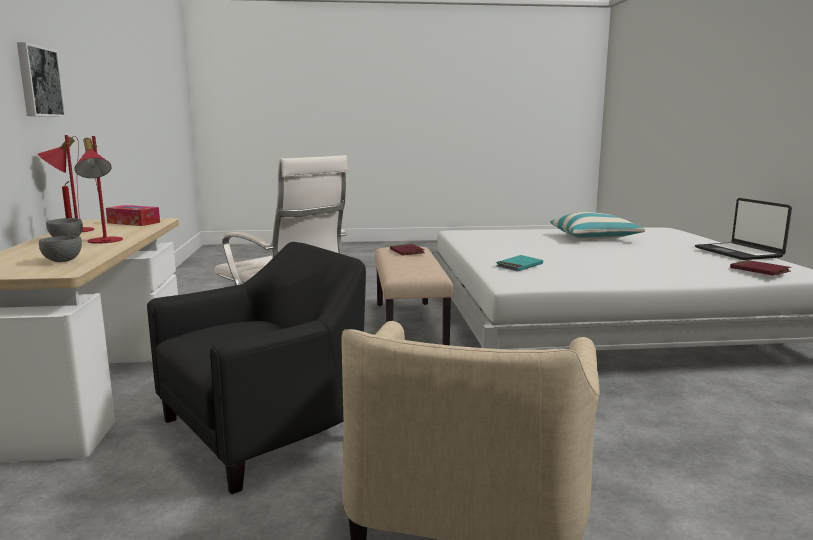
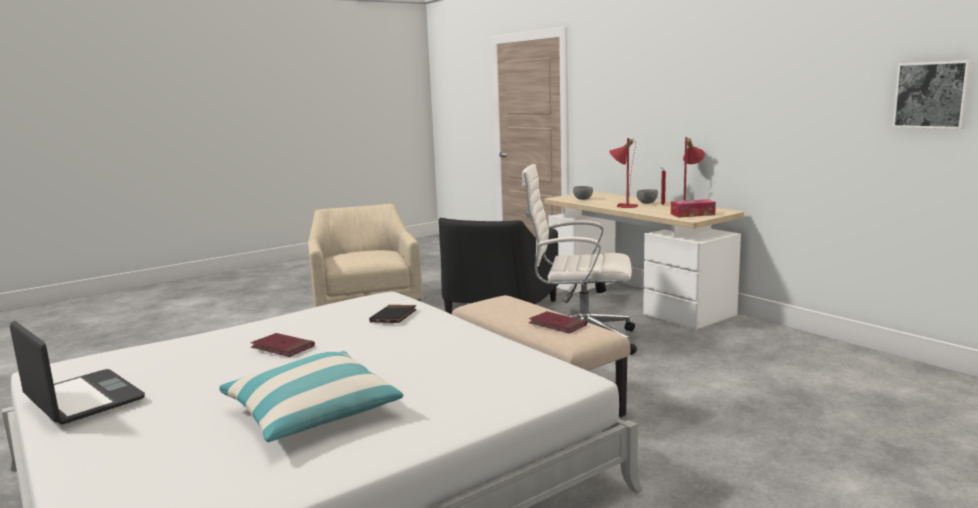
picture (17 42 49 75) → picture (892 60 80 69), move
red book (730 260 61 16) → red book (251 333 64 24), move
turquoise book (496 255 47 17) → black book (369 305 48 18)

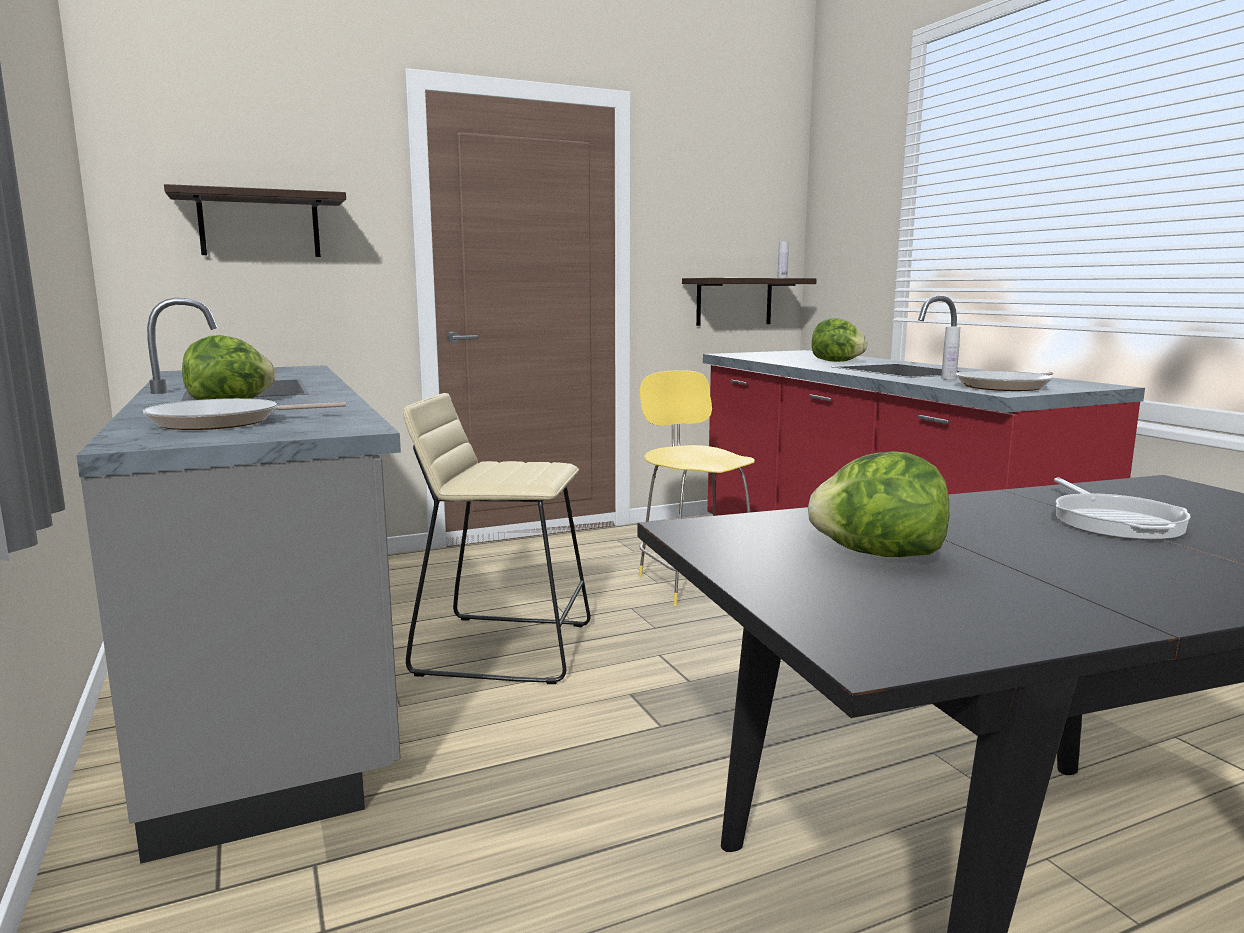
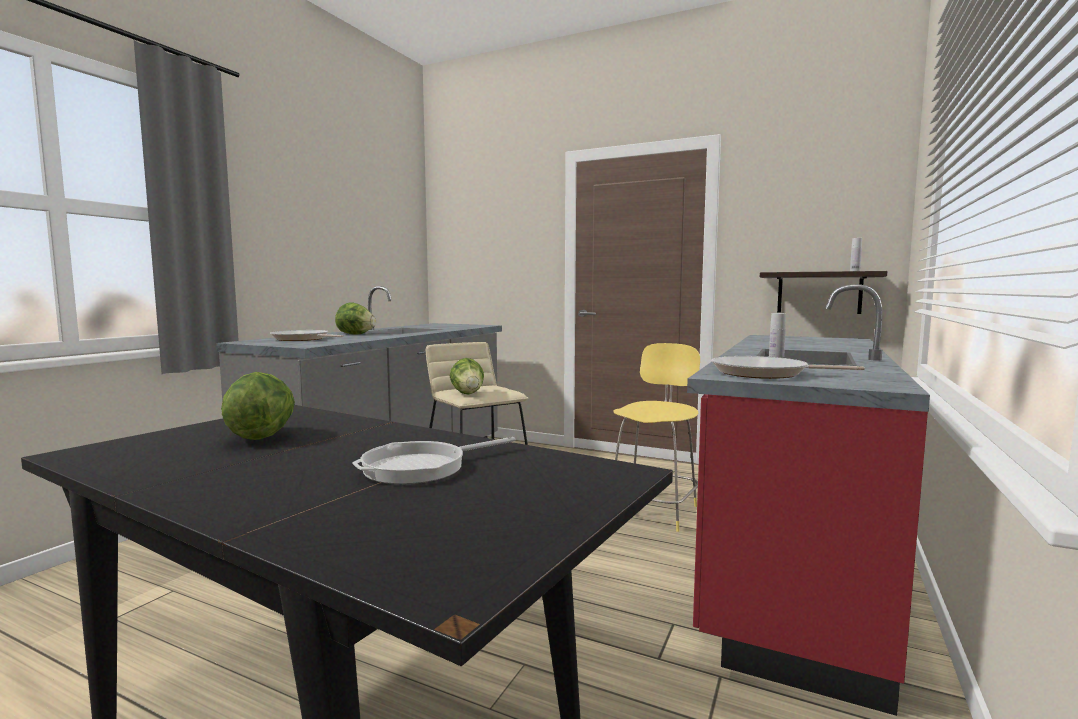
shelf (164 184 182 73) → -
lettuce (812 318 56 44) → lettuce (450 358 34 37), move

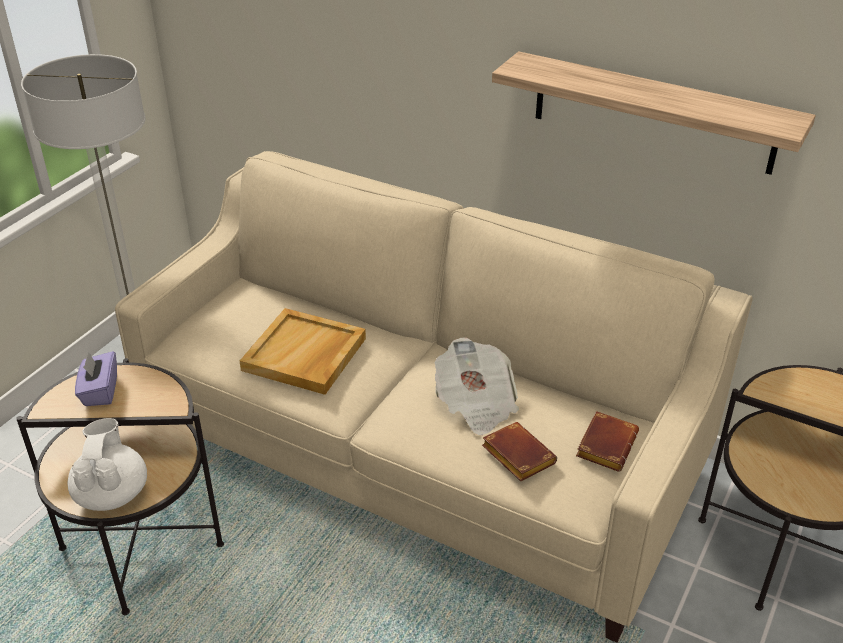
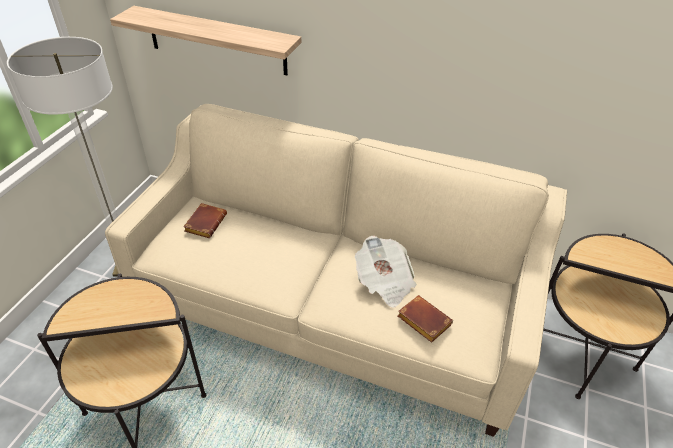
white teapot (68 418 79 93) → -
purple tissue box (75 351 42 55) → -
beige tray (240 308 126 87) → -
shelf (492 51 324 124) → shelf (110 6 191 69), move
brown book (576 411 63 61) → brown book (183 203 44 35), move

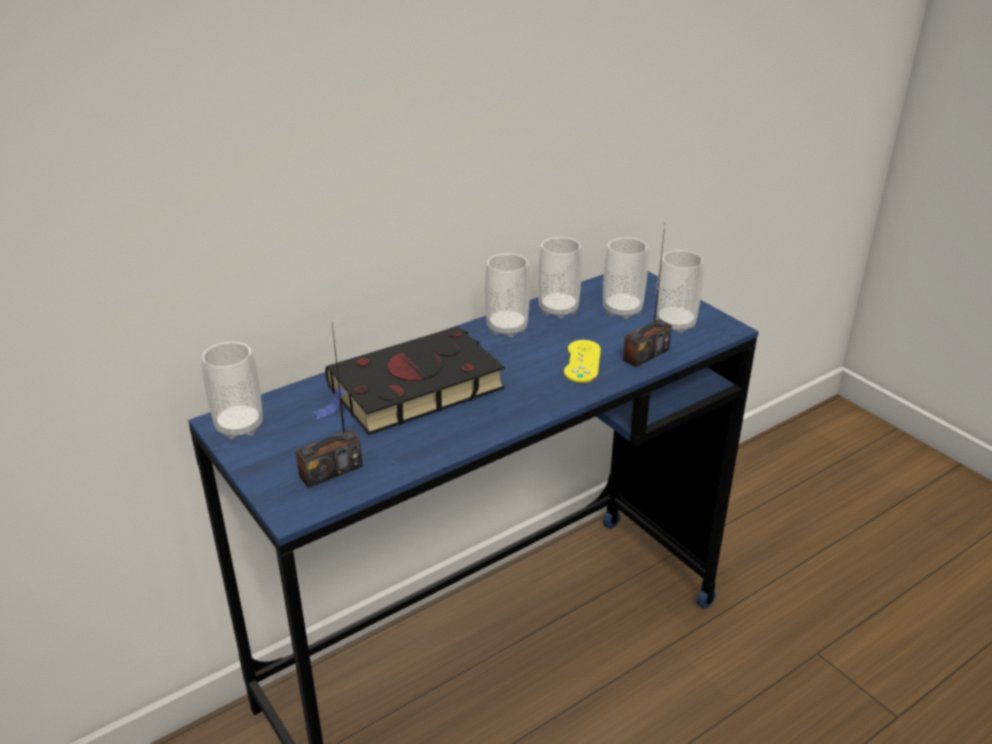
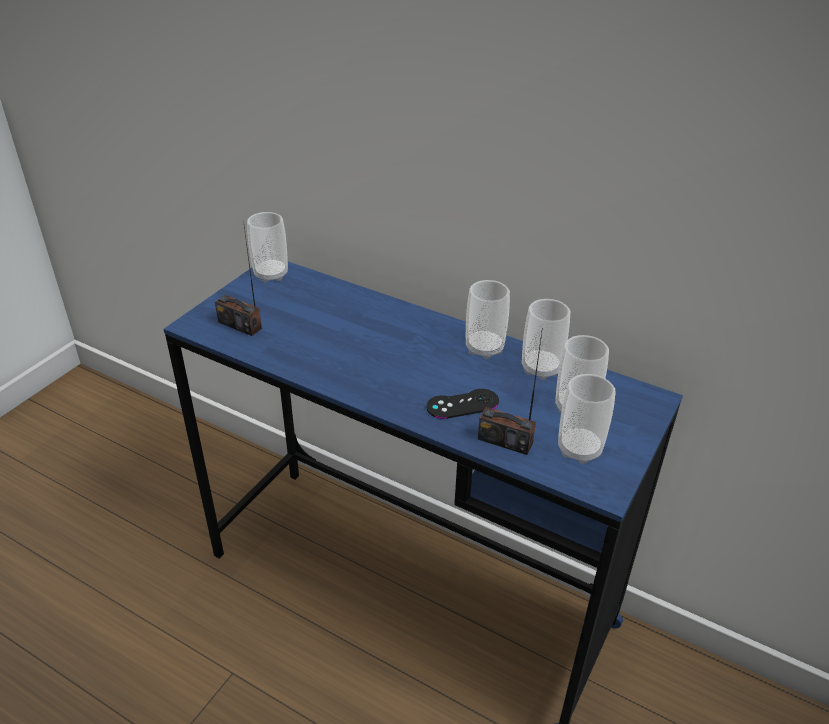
black book (312 326 193 109) → -
yellow game controller (564 340 37 43) → black game controller (426 389 73 30)

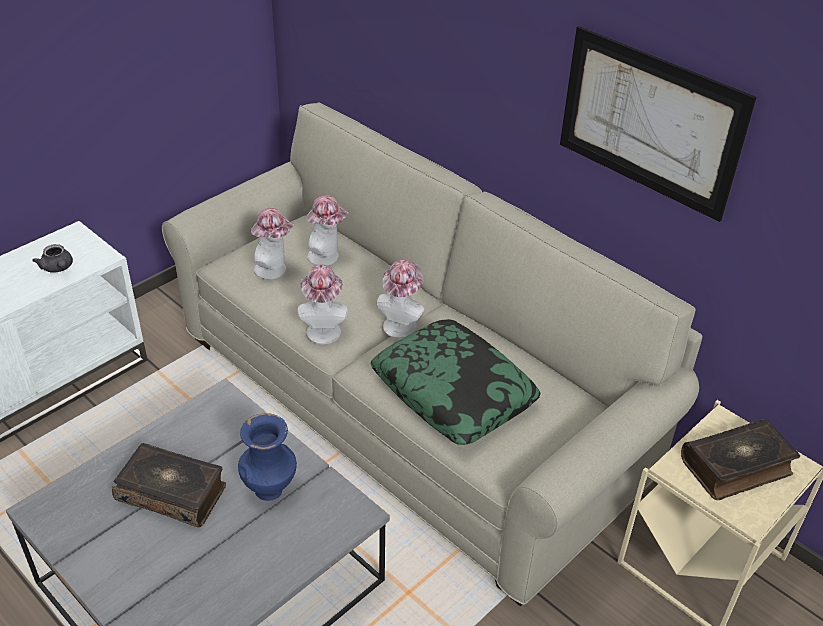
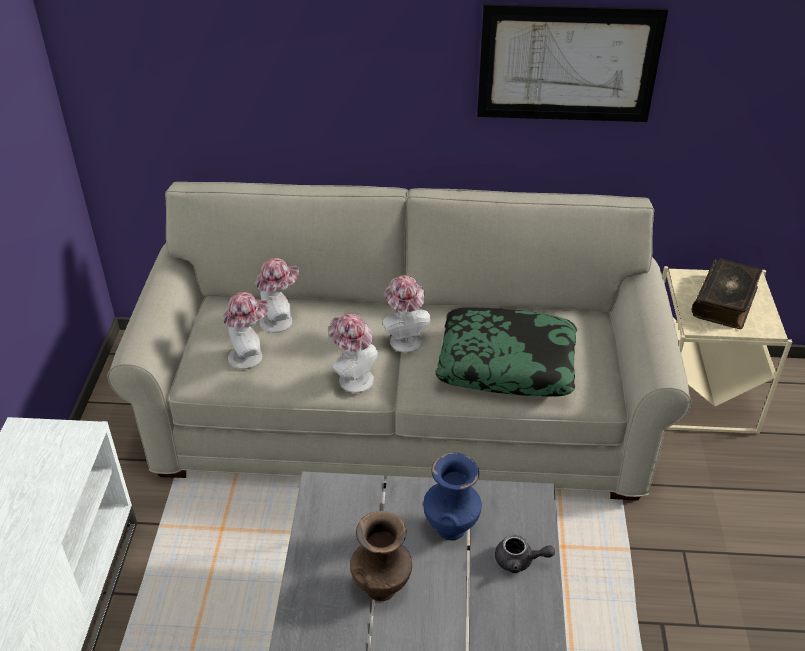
grey teapot (33 244 40 29) → grey teapot (495 535 60 38), move
book (112 443 114 84) → brown vase (350 511 62 90)

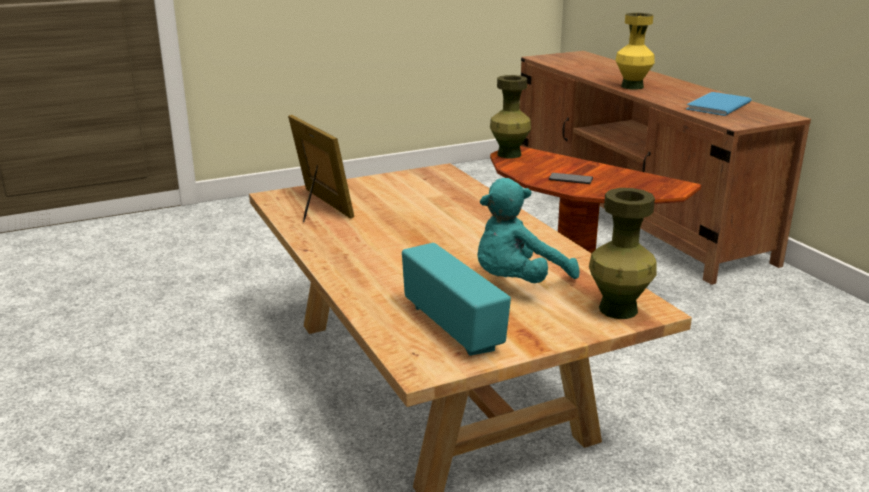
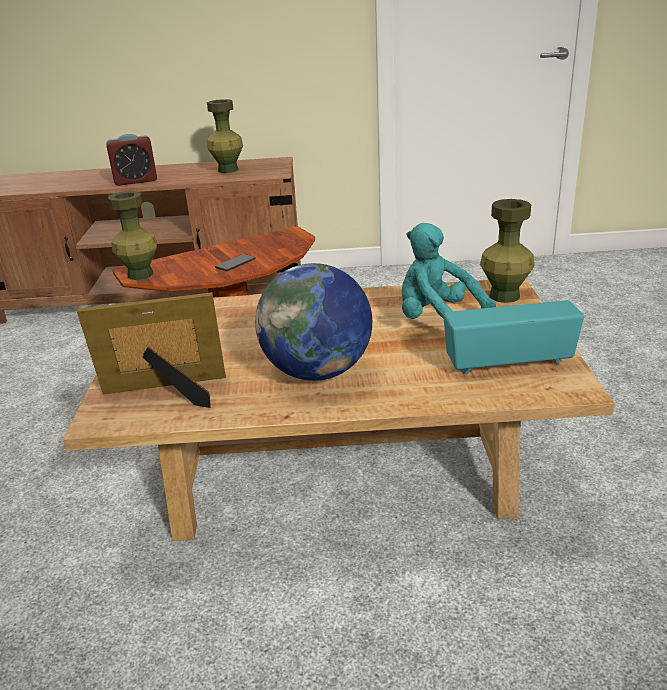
- → globe (255 263 117 118)
yellow vase (615 13 40 77) → alarm clock (106 134 51 52)
blue book (686 92 66 24) → green vase (207 99 36 74)
turquoise plush toy (477 178 102 105) → turquoise plush toy (401 223 95 96), 135 degrees clockwise

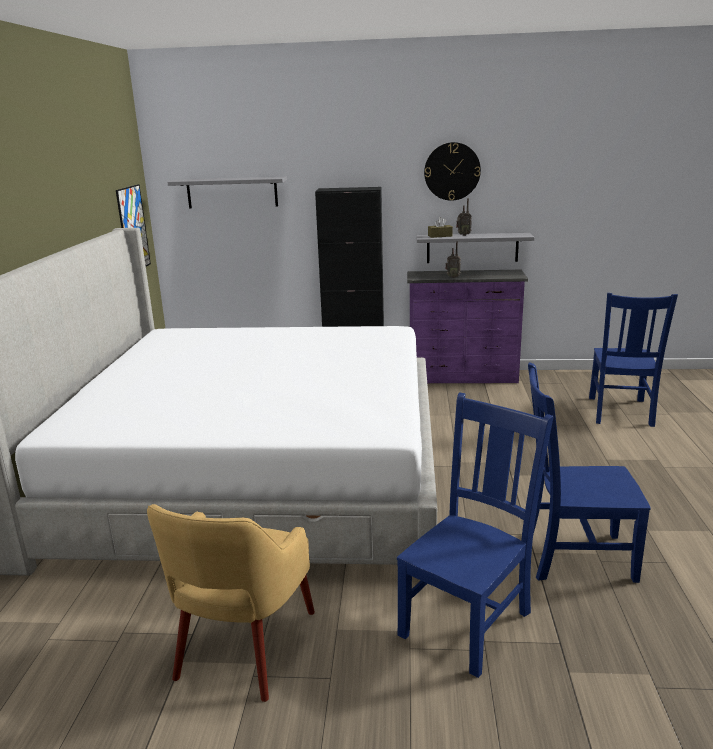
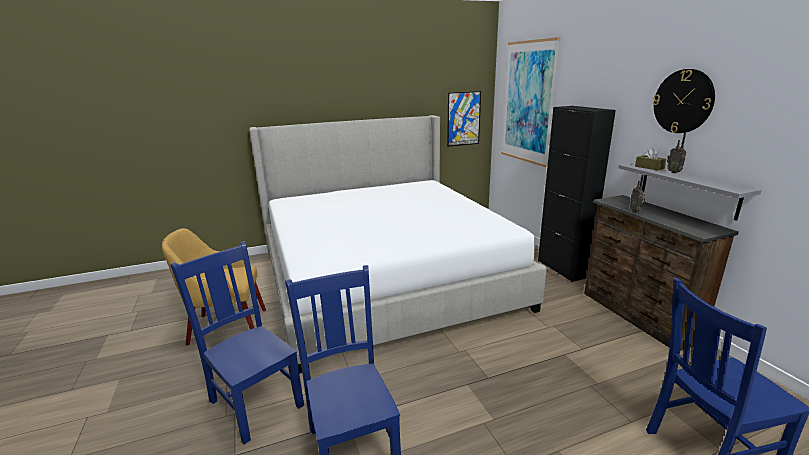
grey shelf (167 177 120 32) → picture (501 37 60 130)
purple dresser (407 270 121 113) → brown dresser (584 195 155 156)
blue chair (397 393 156 285) → blue chair (170 241 134 203), 150 degrees counterclockwise

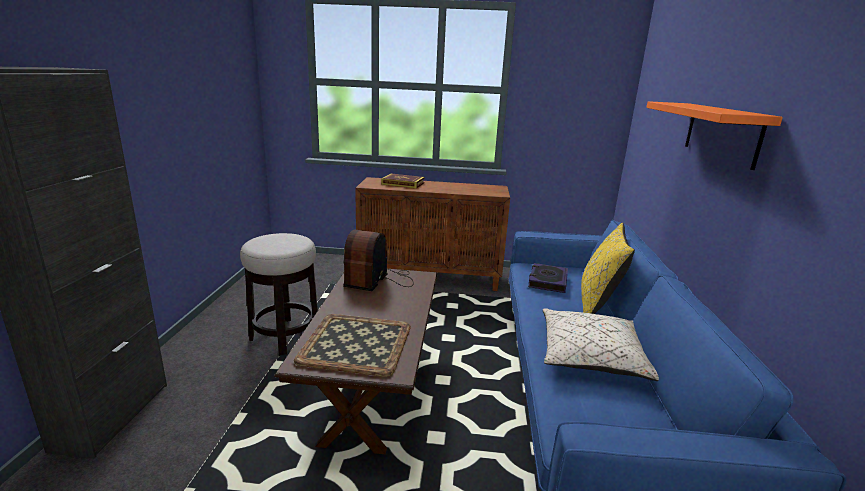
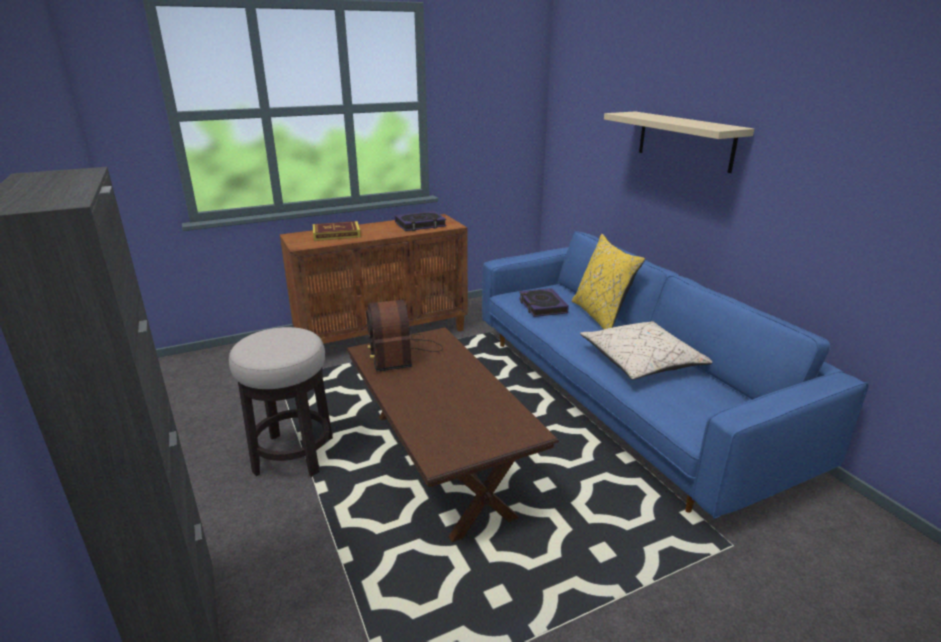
tray (294 314 117 63) → -
- → book (395 211 51 20)
orange shelf (646 101 137 69) → beige shelf (604 112 150 61)

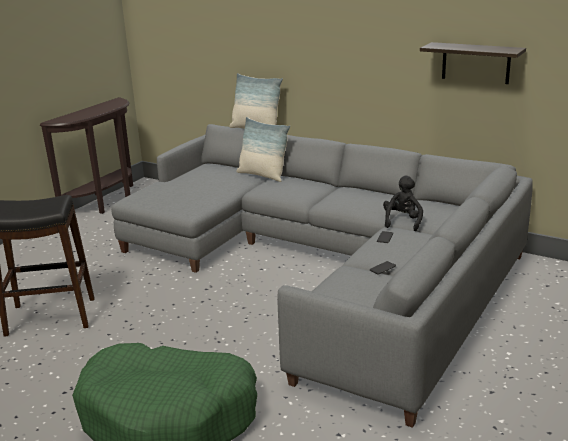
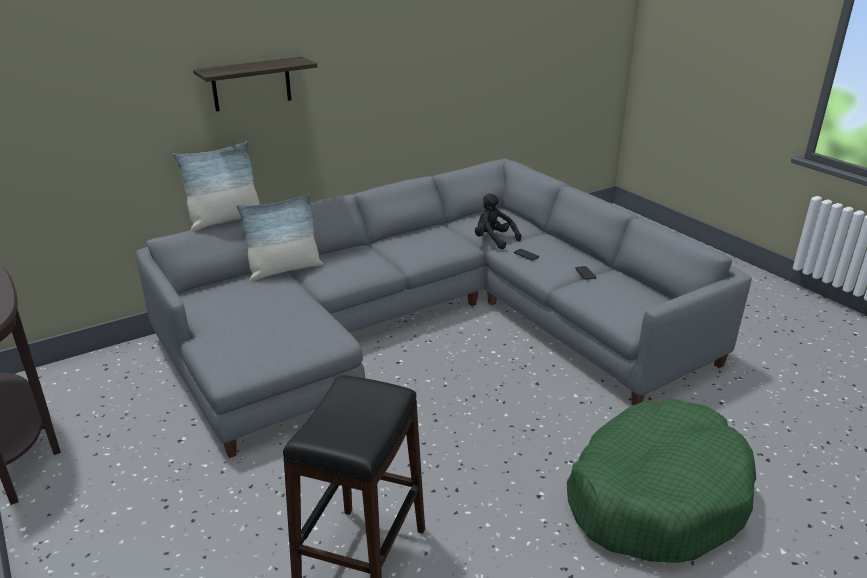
shelf (420 42 106 42) → shelf (193 57 124 55), move

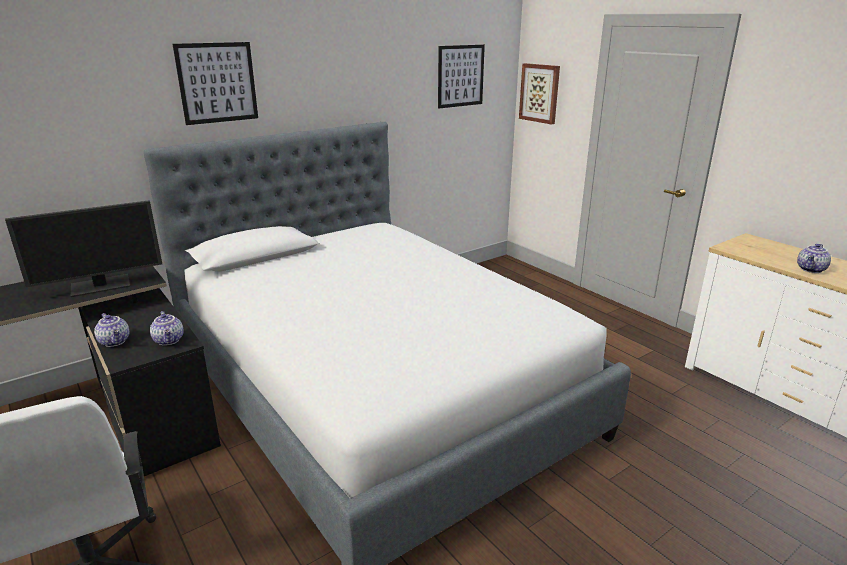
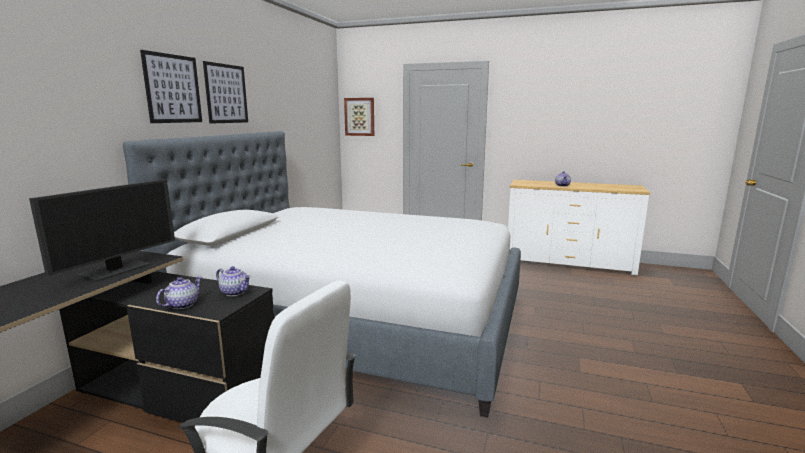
picture (438 45 47 63) → picture (203 61 45 63), move
teapot (94 313 35 34) → teapot (156 277 47 32), 75 degrees counterclockwise

